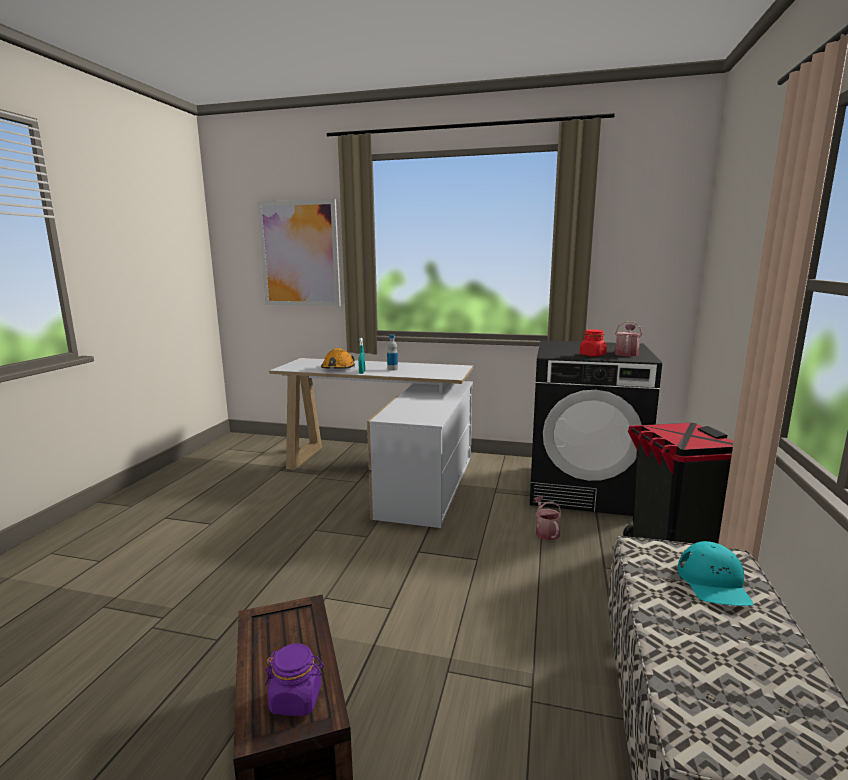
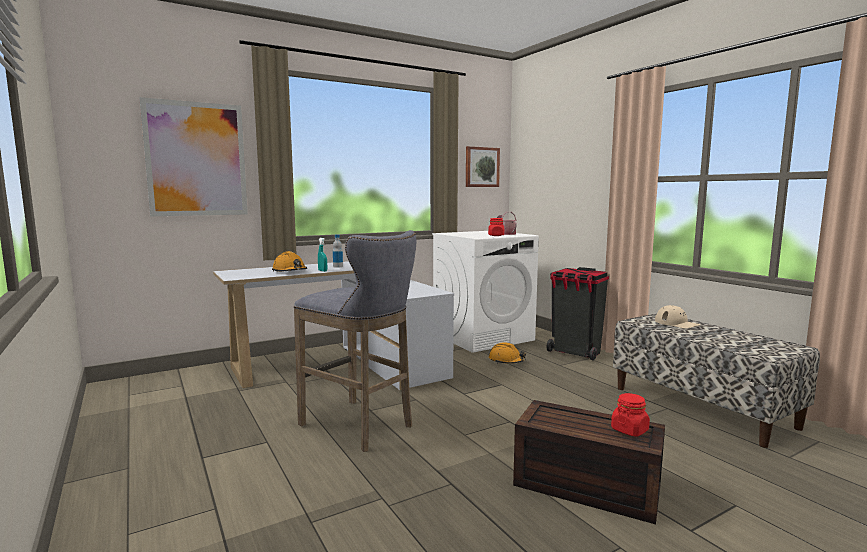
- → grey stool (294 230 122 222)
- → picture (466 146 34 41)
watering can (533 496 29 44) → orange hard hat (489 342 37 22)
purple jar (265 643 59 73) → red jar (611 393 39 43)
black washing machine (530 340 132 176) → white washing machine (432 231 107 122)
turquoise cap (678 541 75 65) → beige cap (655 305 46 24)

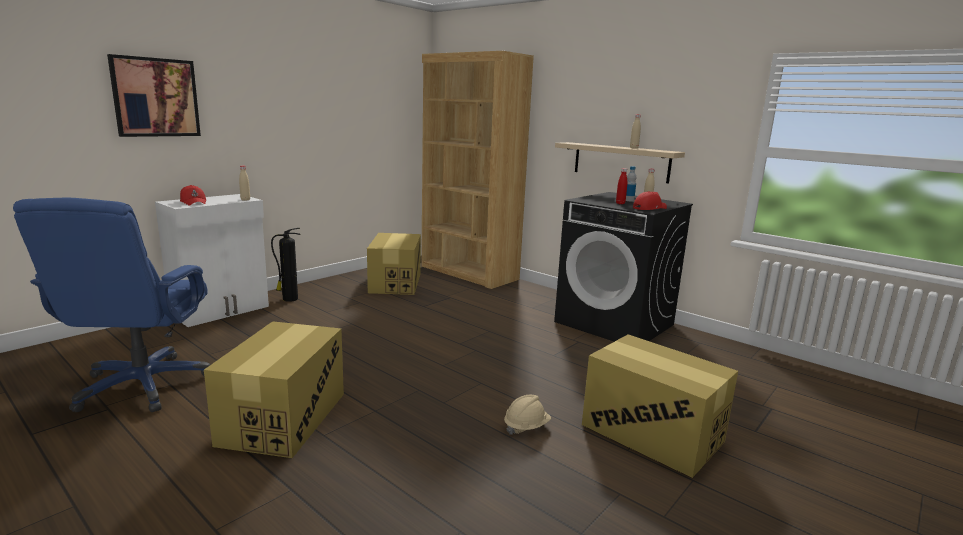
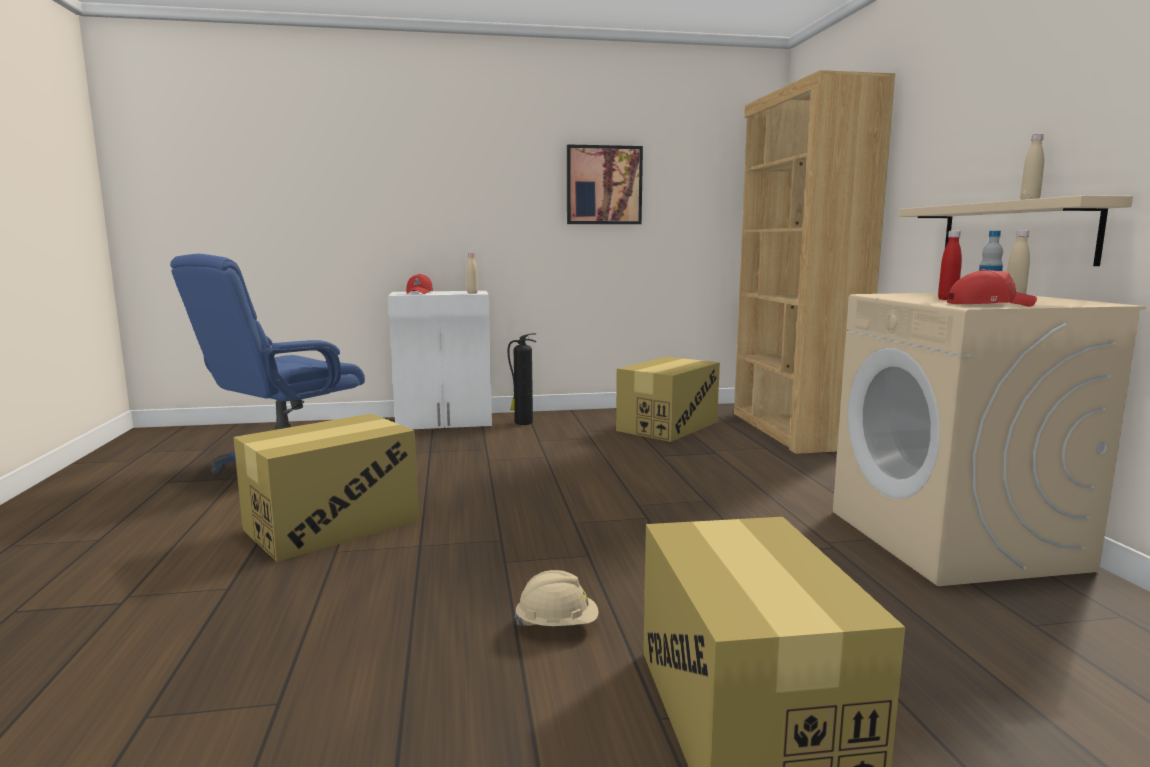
picture (107 54 94 83) → picture (567 144 76 80), move
black washing machine (554 192 139 150) → beige washing machine (833 293 313 293)

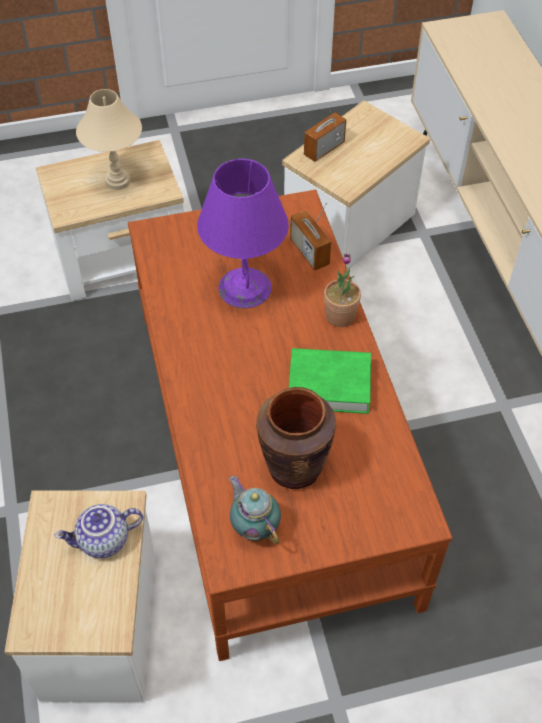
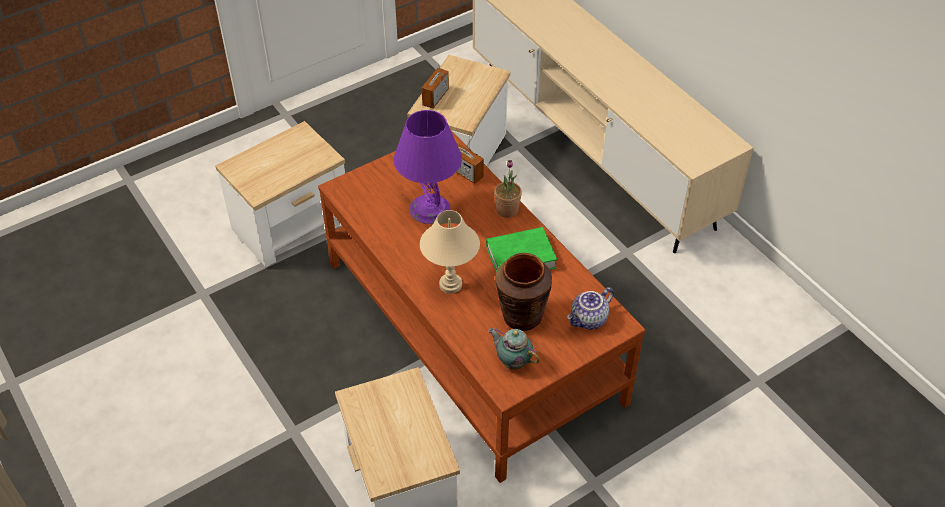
teapot (54 504 89 54) → teapot (567 287 47 43), move
beige table lamp (76 89 66 101) → beige table lamp (420 210 60 84), move

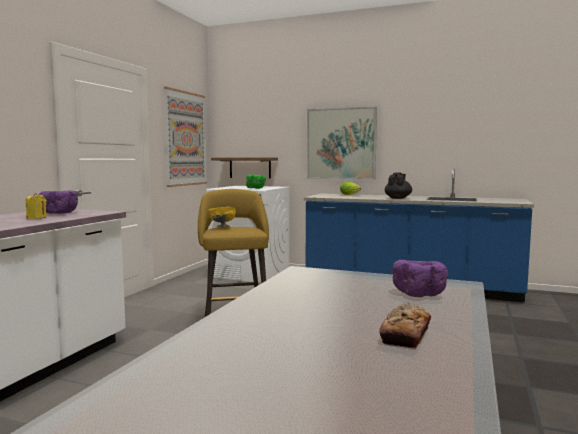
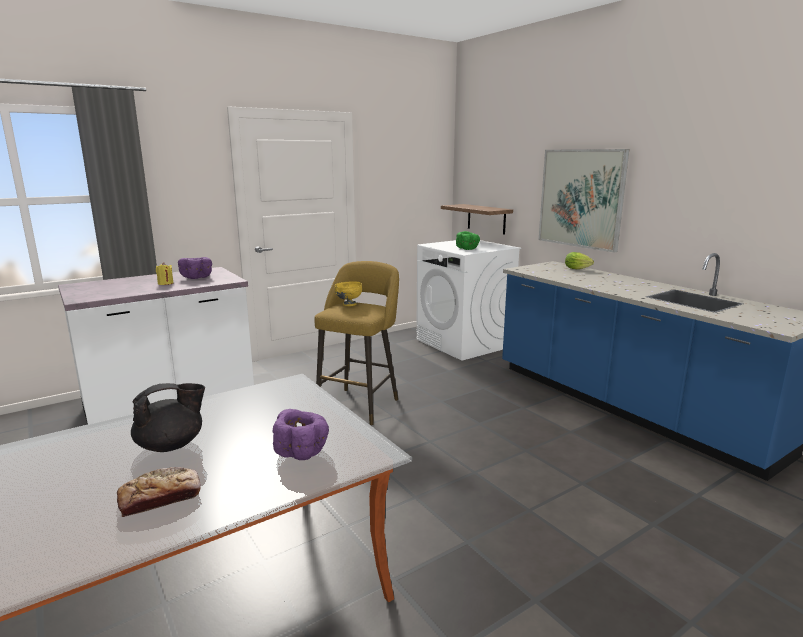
picture (164 87 43 100) → -
black teapot (385 172 27 27) → black teapot (131 383 74 69), move

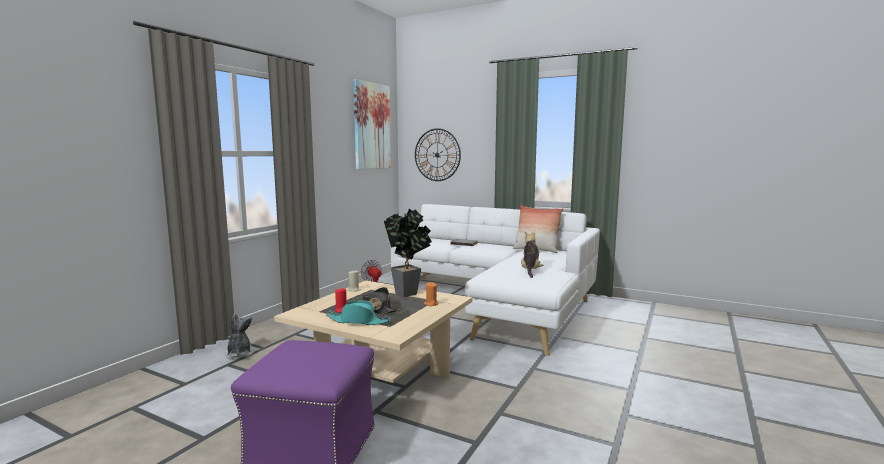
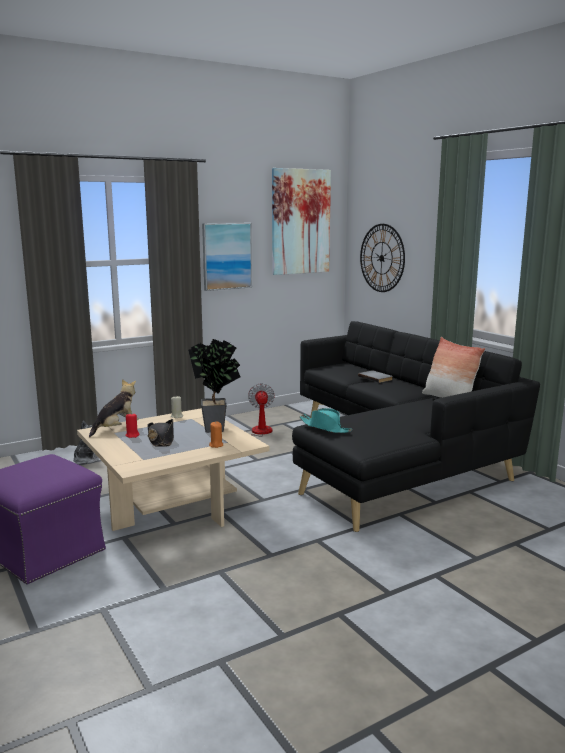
- → picture (202 223 50 68)
turquoise hat (326 300 64 25) → turquoise hat (300 408 52 25), move
plush toy (521 232 23 46) → plush toy (89 379 50 58), move
white sofa (391 204 209 152) → black sofa (292 321 248 211)

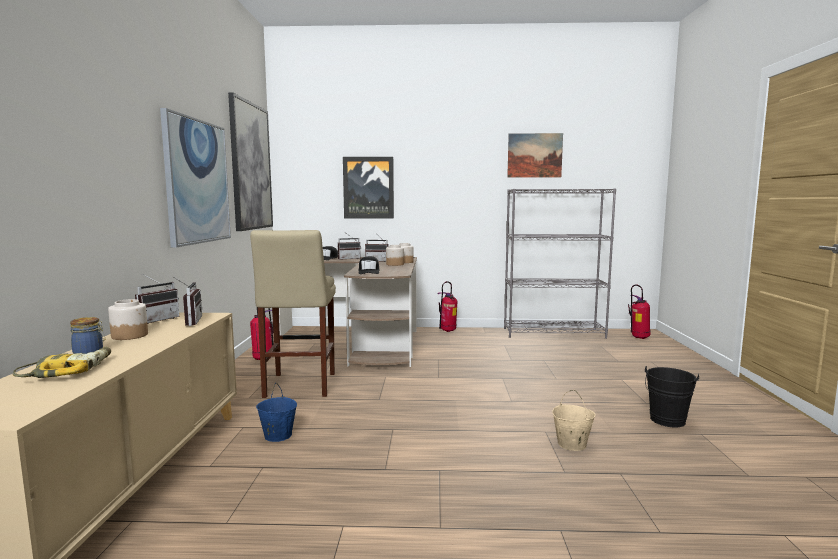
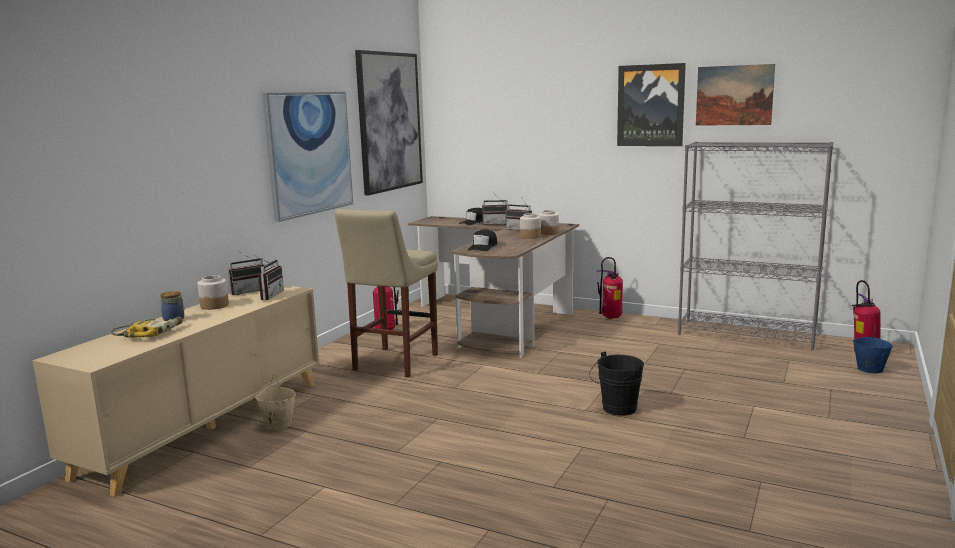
blue bucket (256 383 41 59) → blue bucket (853 324 40 49), move
picture (343 157 51 62) → picture (617 63 69 83), move
beige bucket (552 390 43 61) → beige bucket (255 374 41 56), move
black bucket (645 366 54 61) → black bucket (589 351 55 65), move

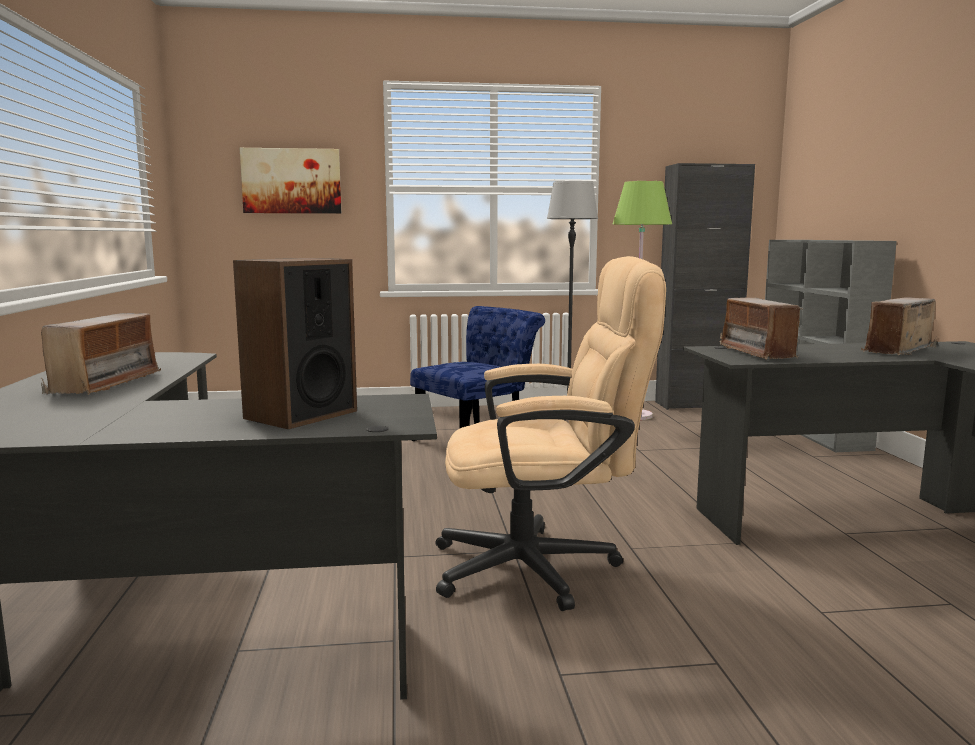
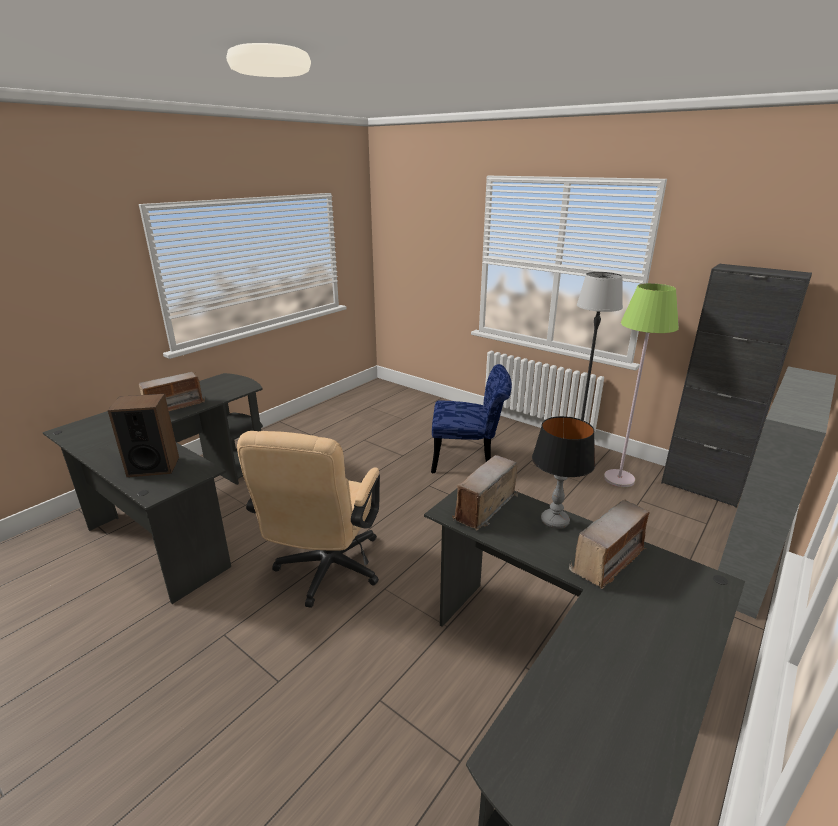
picture (240 148 101 66) → -
- → table lamp (532 416 63 113)
beige office chair (435 256 231 355) → beige office chair (237 431 143 177), 60 degrees clockwise
radio (861 298 76 57) → radio (569 499 81 90), 135 degrees clockwise

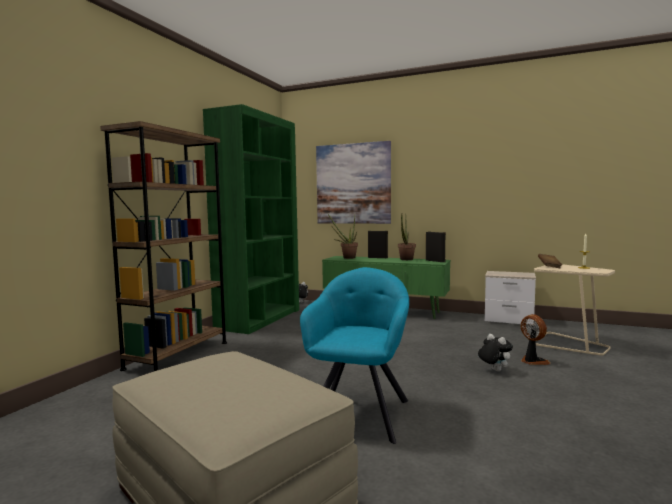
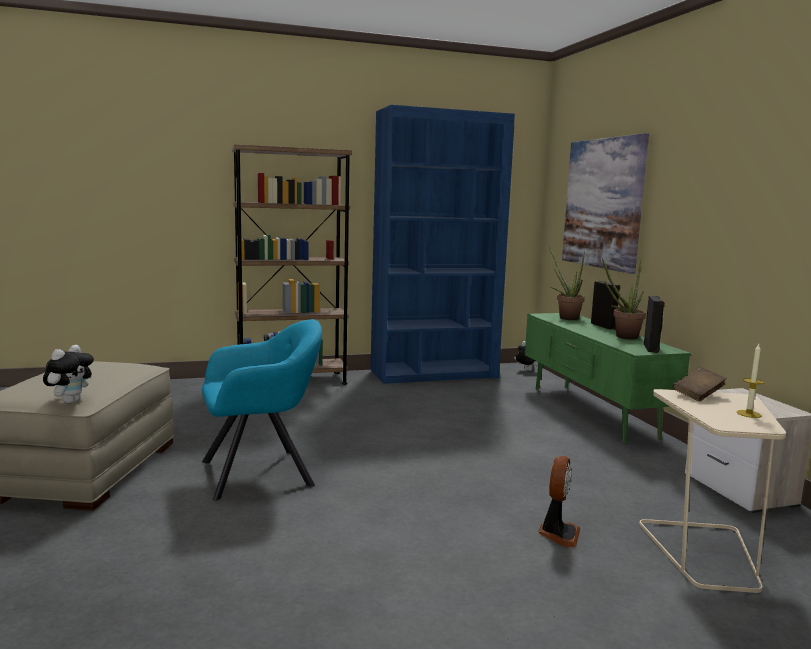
plush toy (478 334 35 37) → plush toy (43 345 51 59), move
green bookcase (203 104 96 230) → blue bookcase (371 105 144 279)

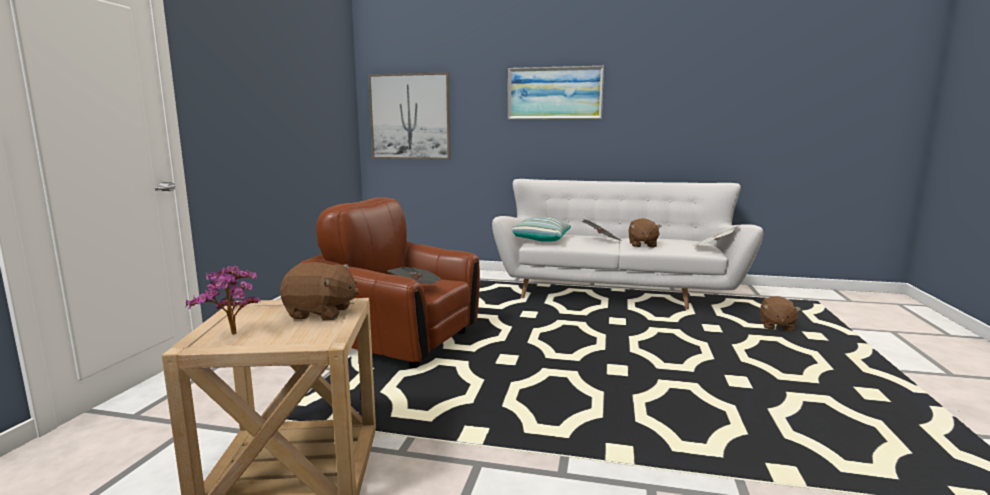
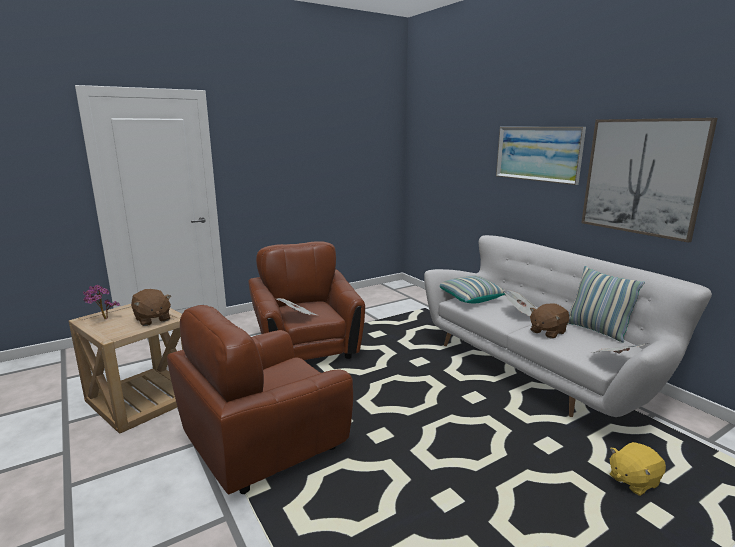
- → brown armchair (167 305 186 190)
- → pillow (568 266 77 77)
picture (368 72 83 88) → picture (581 118 137 125), move
brown plush toy (760 296 41 35) → yellow plush toy (610 442 56 54)

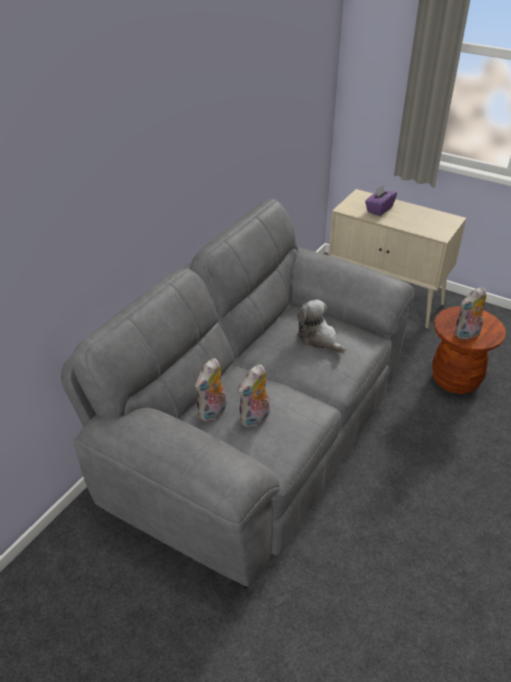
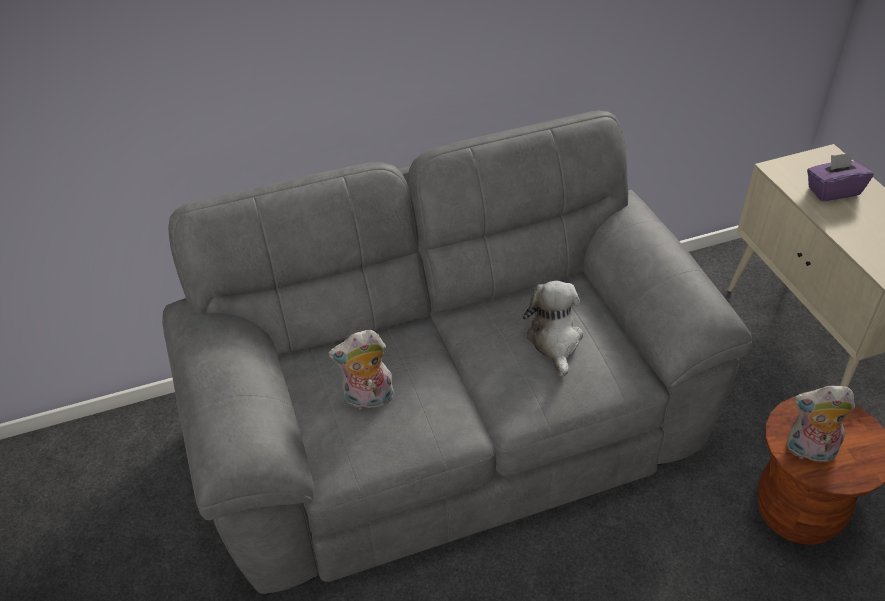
plush toy (195 358 31 64) → -

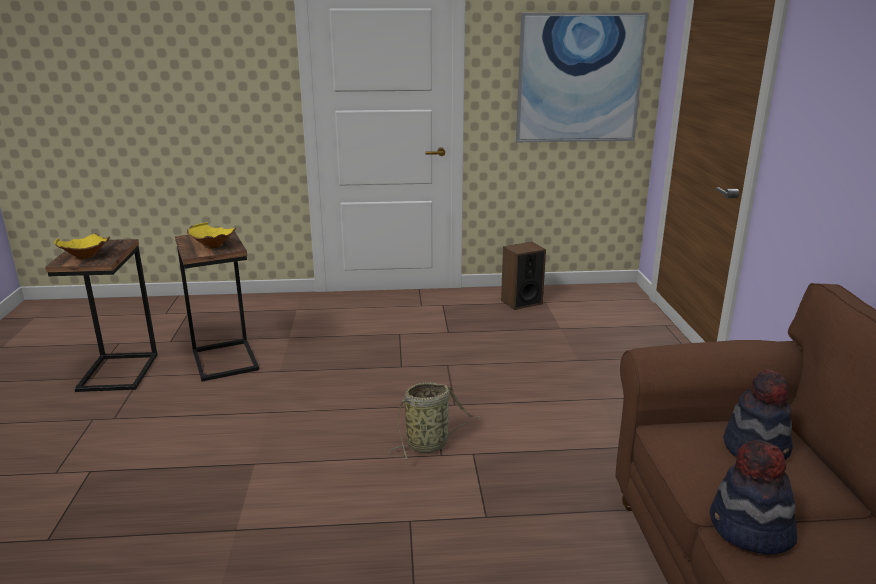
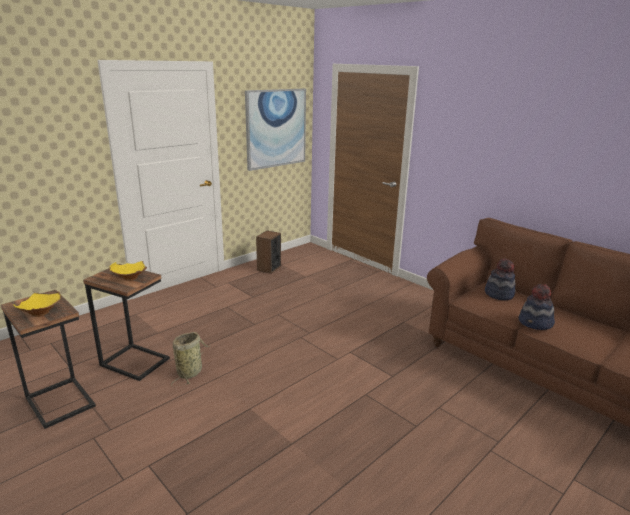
basket (388 382 93 77) → basket (171 332 39 54), move

